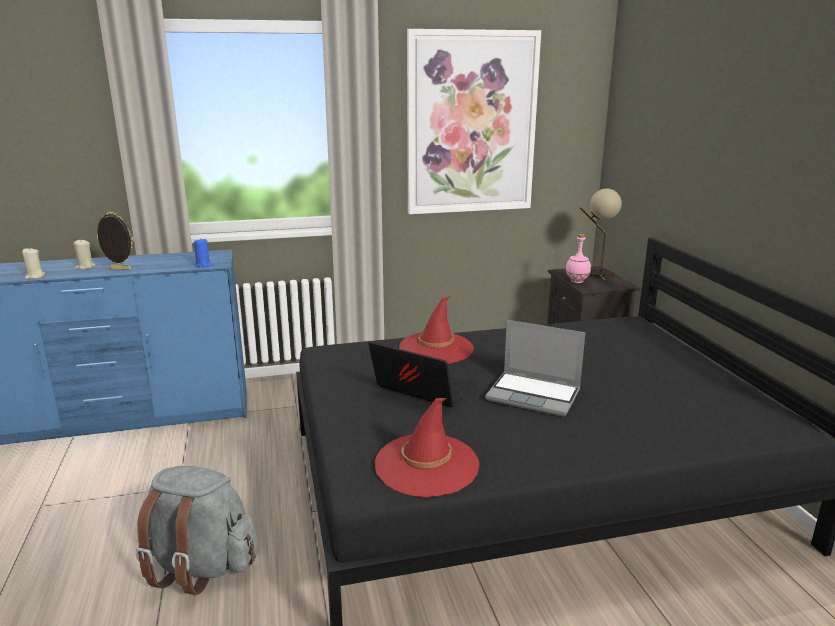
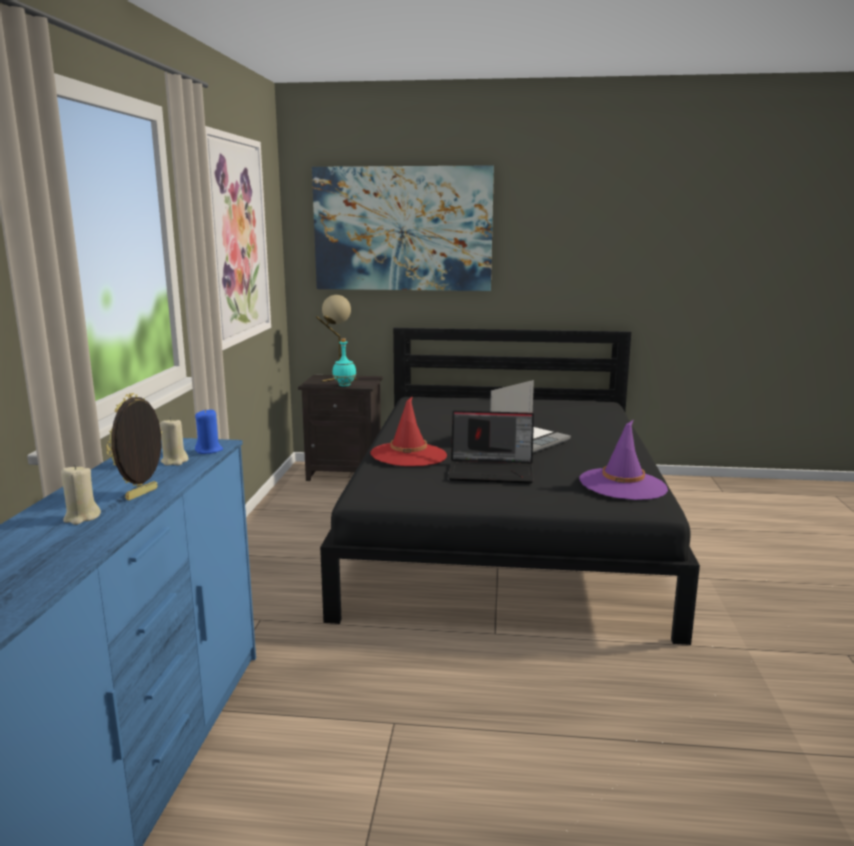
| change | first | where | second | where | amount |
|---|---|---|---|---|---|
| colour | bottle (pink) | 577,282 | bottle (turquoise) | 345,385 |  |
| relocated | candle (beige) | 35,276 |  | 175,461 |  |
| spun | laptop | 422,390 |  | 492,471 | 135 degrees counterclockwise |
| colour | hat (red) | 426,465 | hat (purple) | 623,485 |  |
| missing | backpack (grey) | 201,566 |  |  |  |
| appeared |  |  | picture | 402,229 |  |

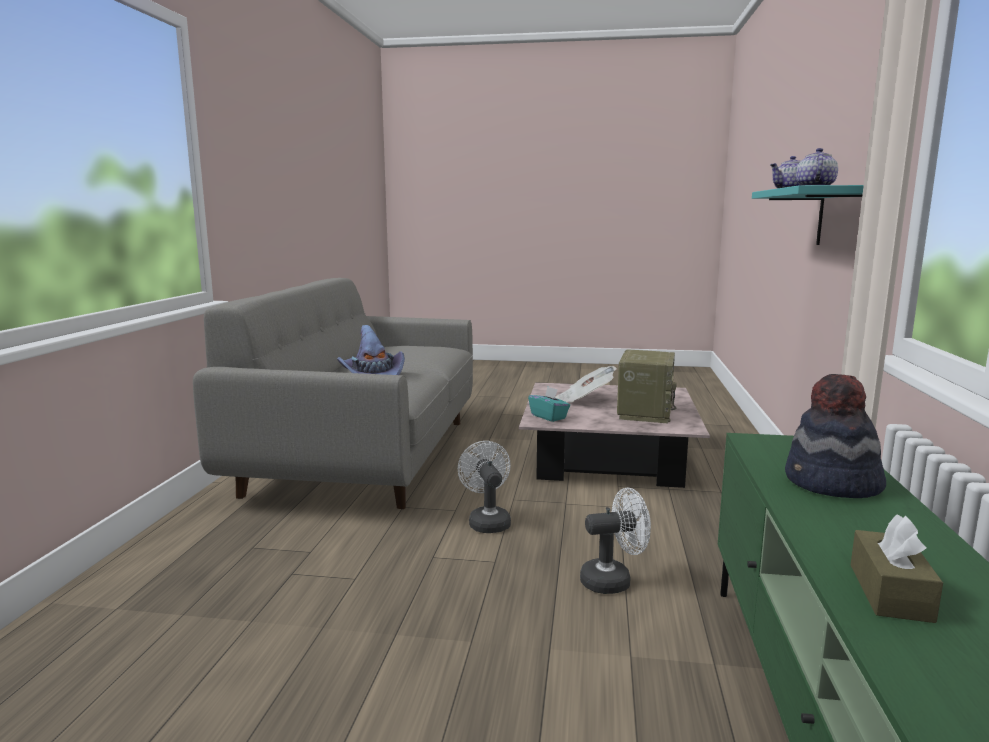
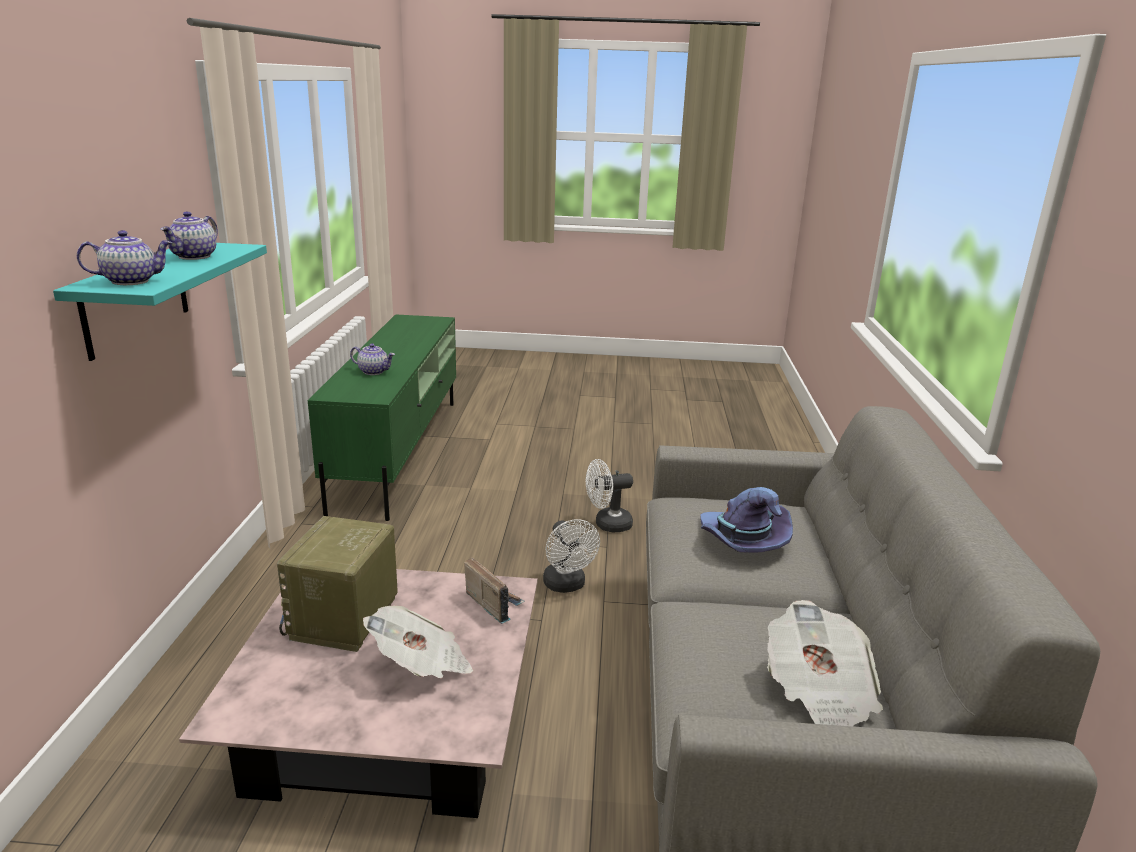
| change | first | where | second | where | amount |
|---|---|---|---|---|---|
| exchanged | hat | 831,485 | teapot | 374,371 |  |
| exchanged | tissue box (turquoise) | 549,417 | radio | 494,603 |  |
| relocated | fan (white) | 613,580 |  | 607,525 |  |
| missing | tissue box (brown) | 890,592 |  |  |  |
| appeared |  |  | newspaper | 819,693 |  |

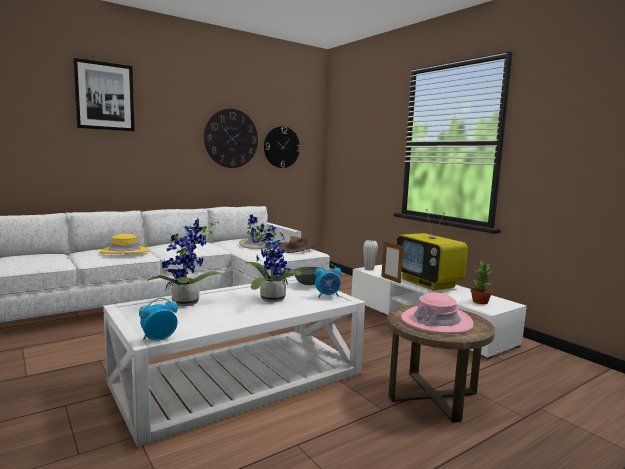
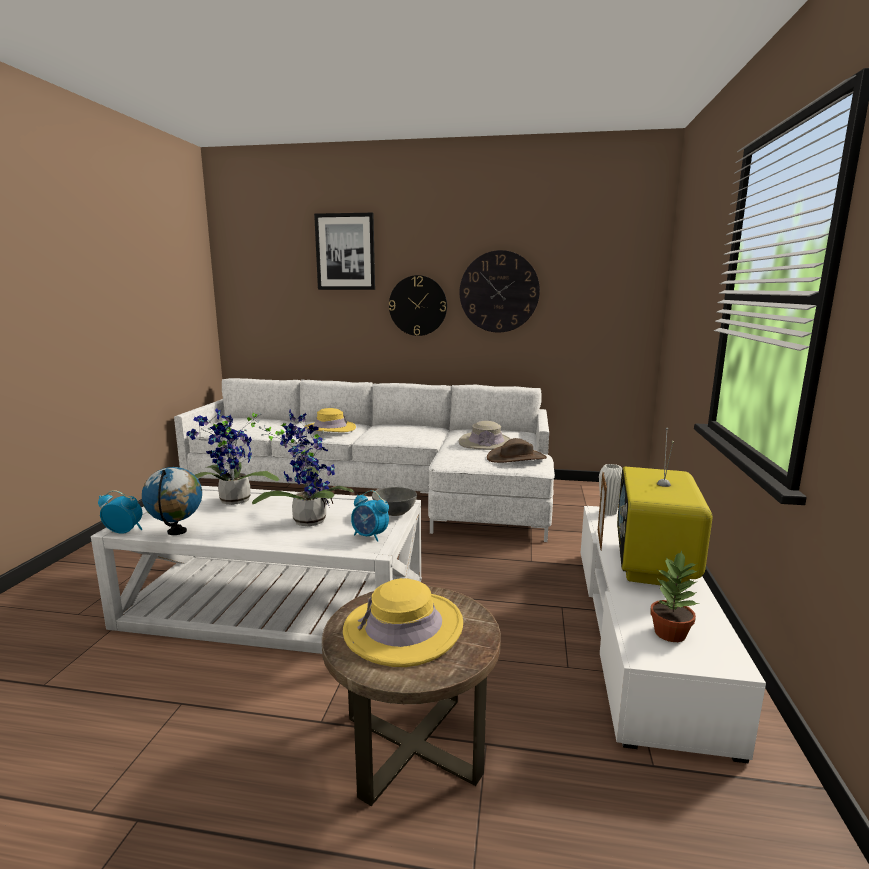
| change | first | where | second | where | amount |
|---|---|---|---|---|---|
| relocated | wall clock | 281,147 |  | 418,305 |  |
| colour | hat (pink) | 436,321 | hat (yellow) | 403,629 |  |
| appeared |  |  | globe | 177,532 |  |

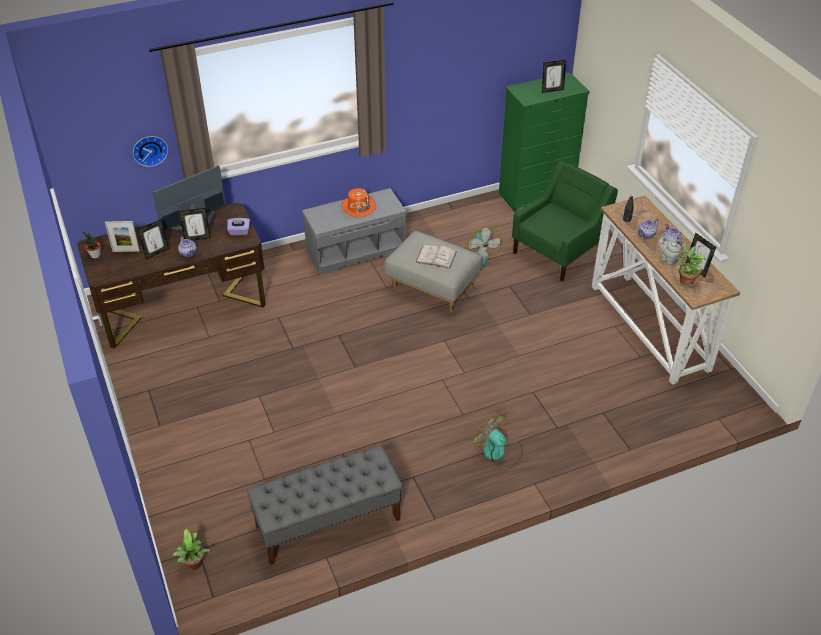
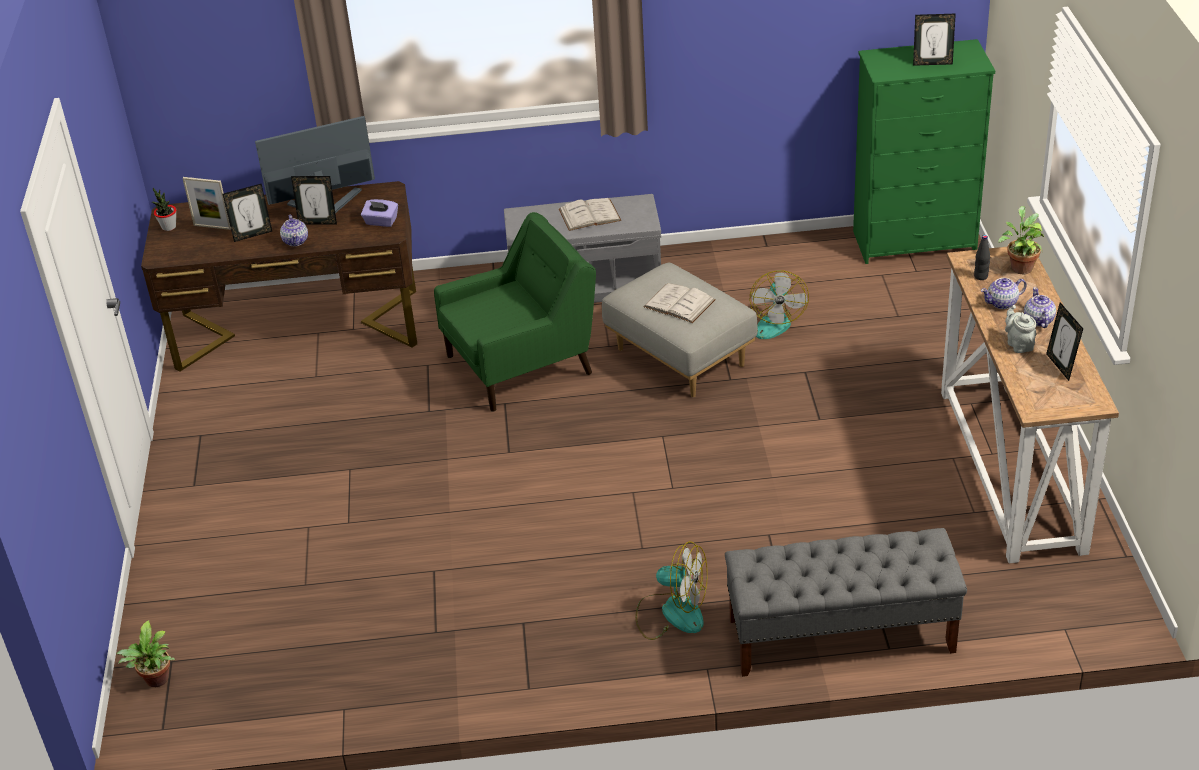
| change | first | where | second | where | amount |
|---|---|---|---|---|---|
| missing | wall clock | 149,149 |  |  |  |
| relocated | armchair (green) | 559,251 |  | 522,364 |  |
| exchanged | hat (orange) | 358,207 | book (white) | 589,215 |  |
| relocated | potted plant | 685,280 |  | 1020,267 |  |
| spun | fan | 498,452 |  | 672,613 | 135 degrees clockwise |
| relocated | bench (grey) | 327,523 |  | 840,636 |  |

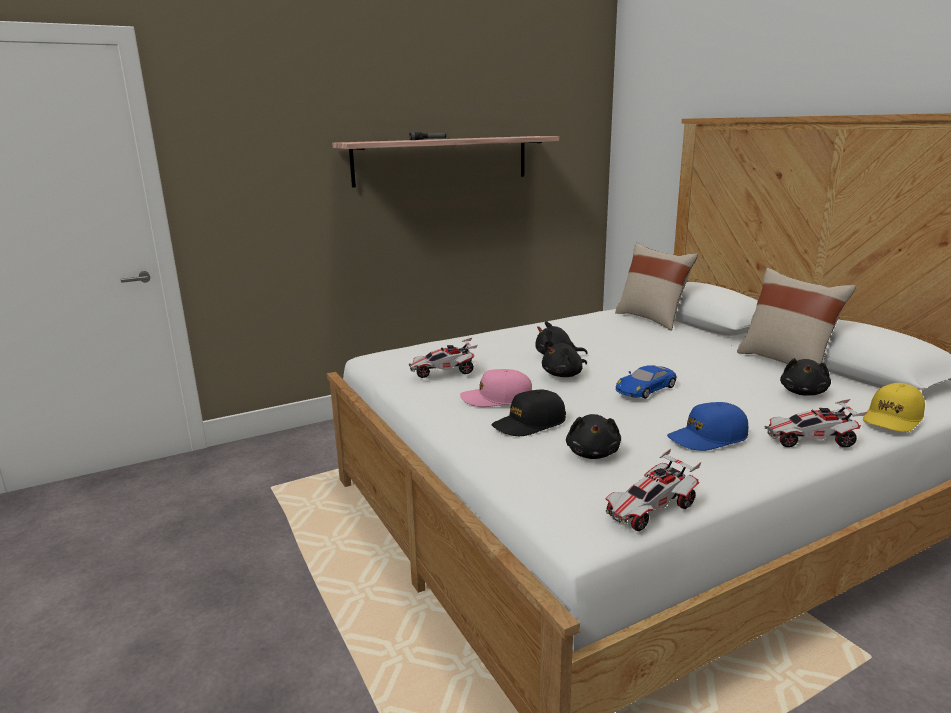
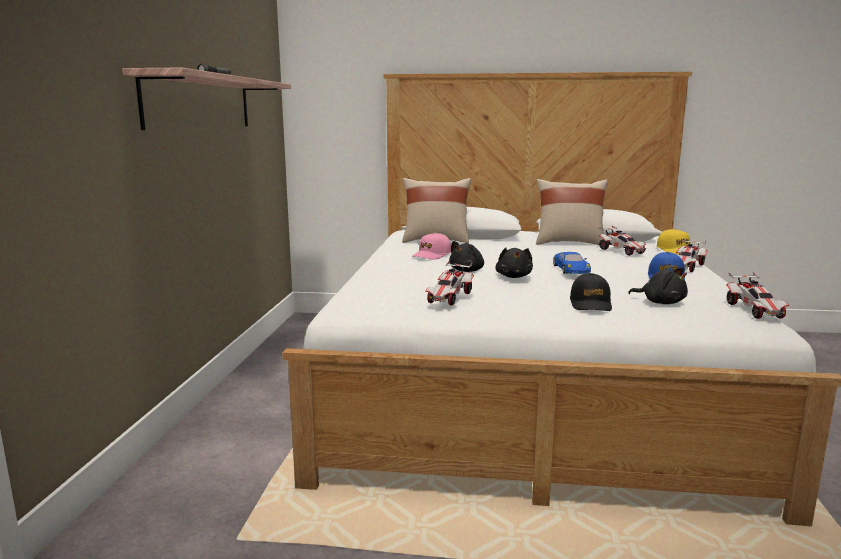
| change | first | where | second | where | amount |
|---|---|---|---|---|---|
| exchanged | plush toy (black) | 803,392 | toy car | 621,251 |  |
| relocated | cap (pink) | 497,399 |  | 432,255 |  |

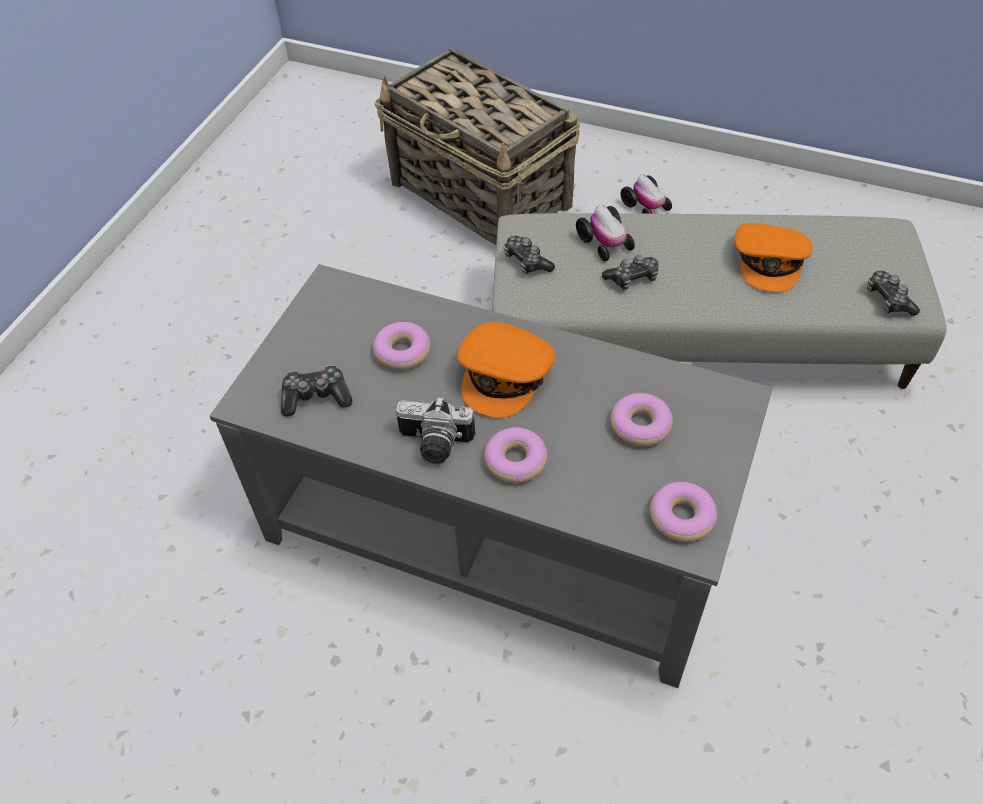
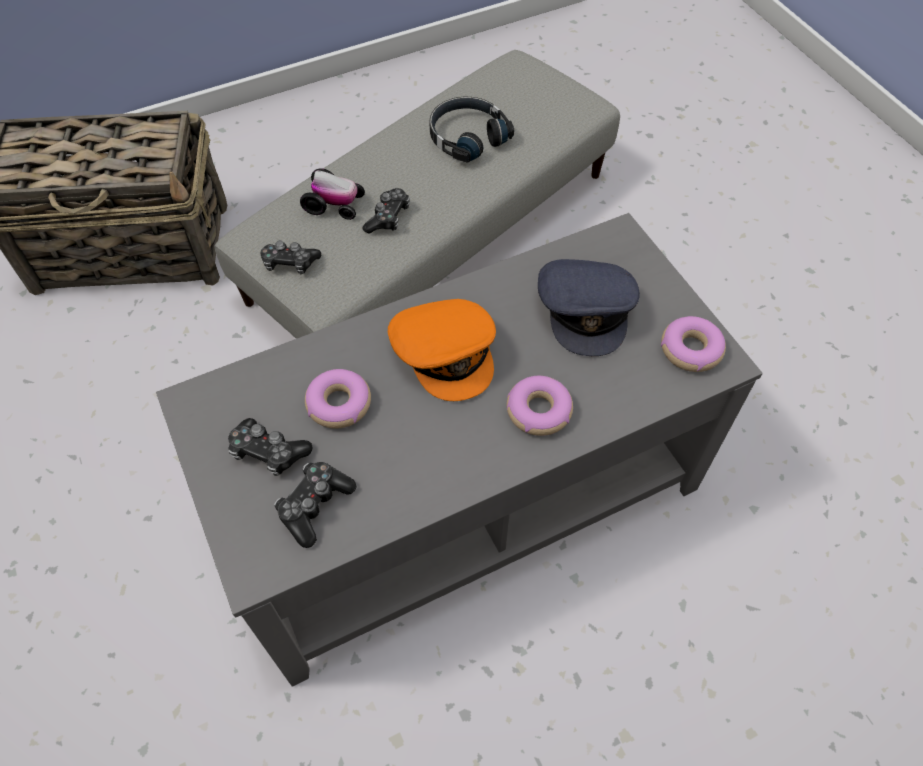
| change | first | where | second | where | amount |
|---|---|---|---|---|---|
| missing | toy car | 645,206 |  |  |  |
| exchanged | cap (orange) | 769,261 | headphones (black) | 467,137 |  |
| relocated | game controller | 888,300 |  | 268,452 |  |
| exchanged | donut | 640,425 | cap (grey) | 586,309 |  |
| missing | photo camera | 434,446 |  |  |  |

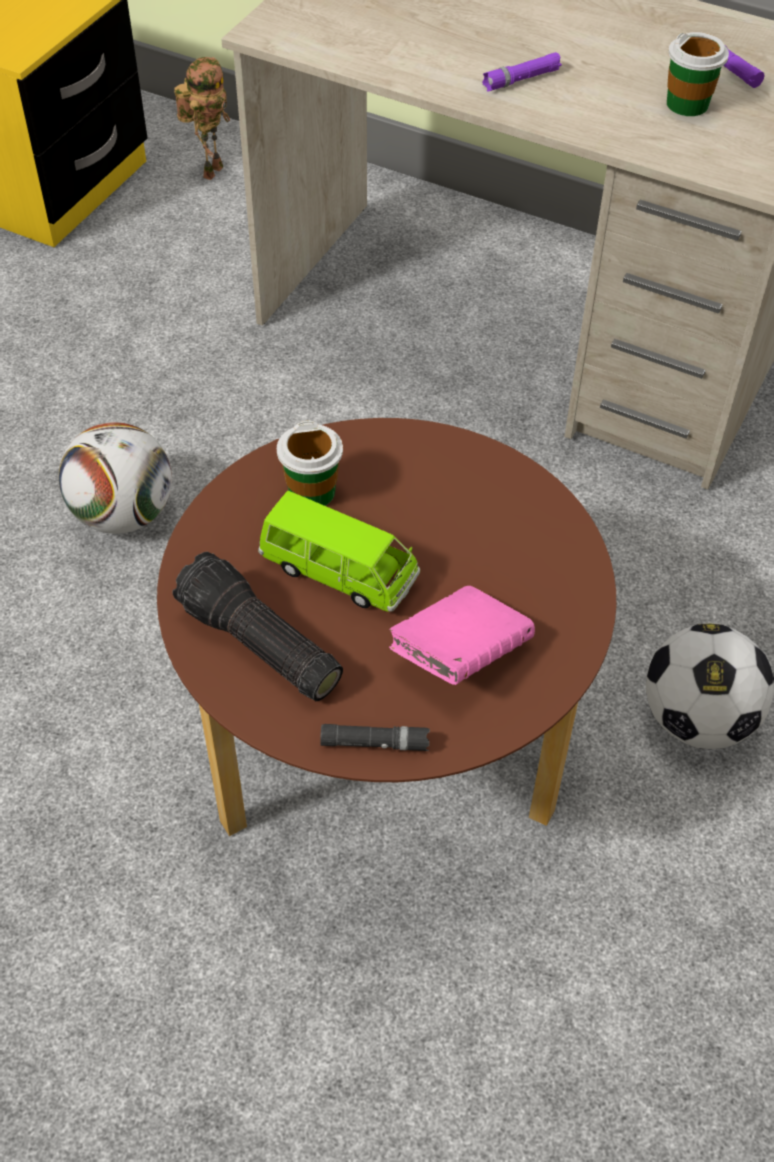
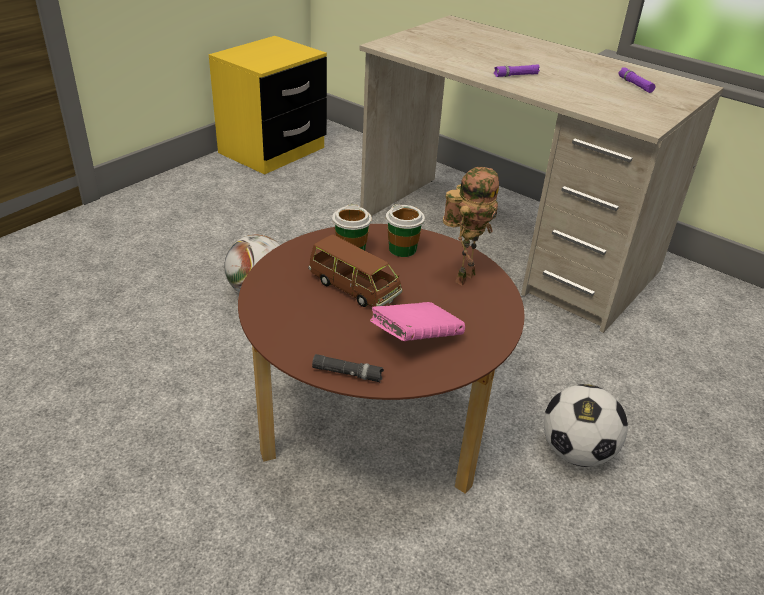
| change | first | where | second | where | amount |
|---|---|---|---|---|---|
| relocated | cup | 687,104 |  | 402,249 |  |
| relocated | toy robot | 211,170 |  | 463,276 |  |
| colour | toy car (green) | 339,572 | toy car (brown) | 354,288 |  |
| missing | flashlight | 257,646 |  |  |  |

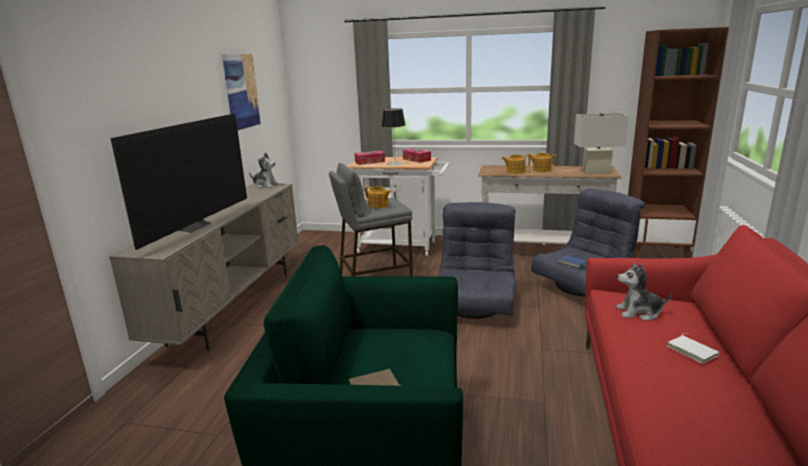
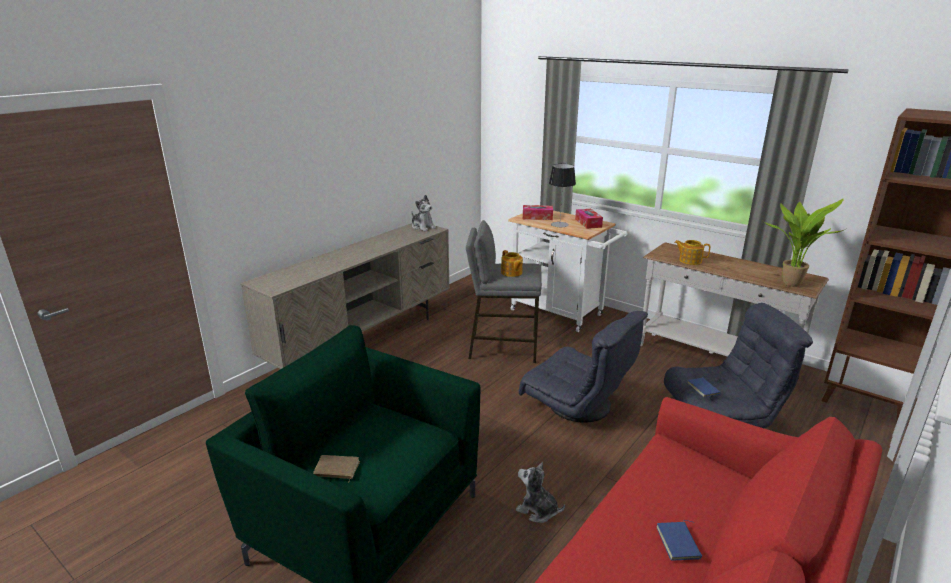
| change | first | where | second | where | amount |
|---|---|---|---|---|---|
| missing | picture | 241,91 |  |  |  |
| missing | television | 193,226 |  |  |  |
| exchanged | table lamp (white) | 596,172 | potted plant | 790,283 |  |
| missing | teapot | 541,170 |  |  |  |
| spun | armchair (grey) | 475,306 |  | 578,406 | 90 degrees clockwise |
| relocated | plush toy | 639,313 |  | 537,510 |  |
| colour | book (white) | 693,351 | book (blue) | 679,543 |  |

